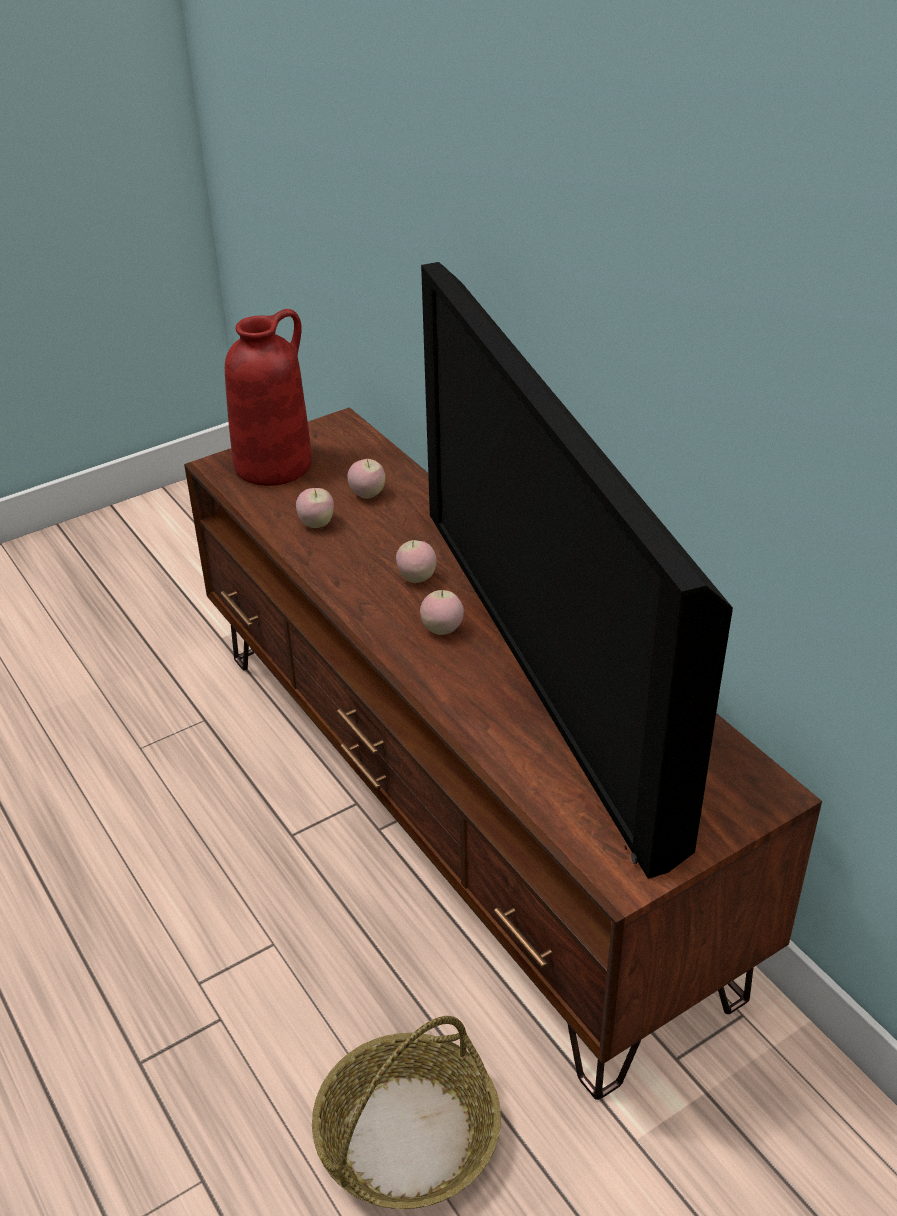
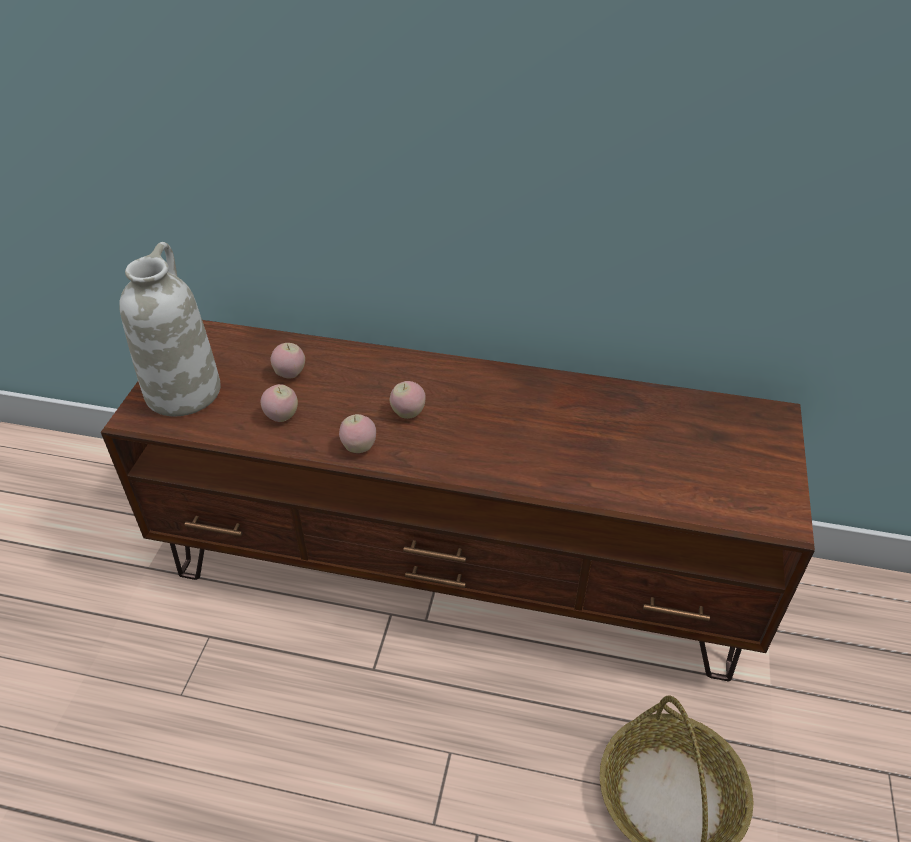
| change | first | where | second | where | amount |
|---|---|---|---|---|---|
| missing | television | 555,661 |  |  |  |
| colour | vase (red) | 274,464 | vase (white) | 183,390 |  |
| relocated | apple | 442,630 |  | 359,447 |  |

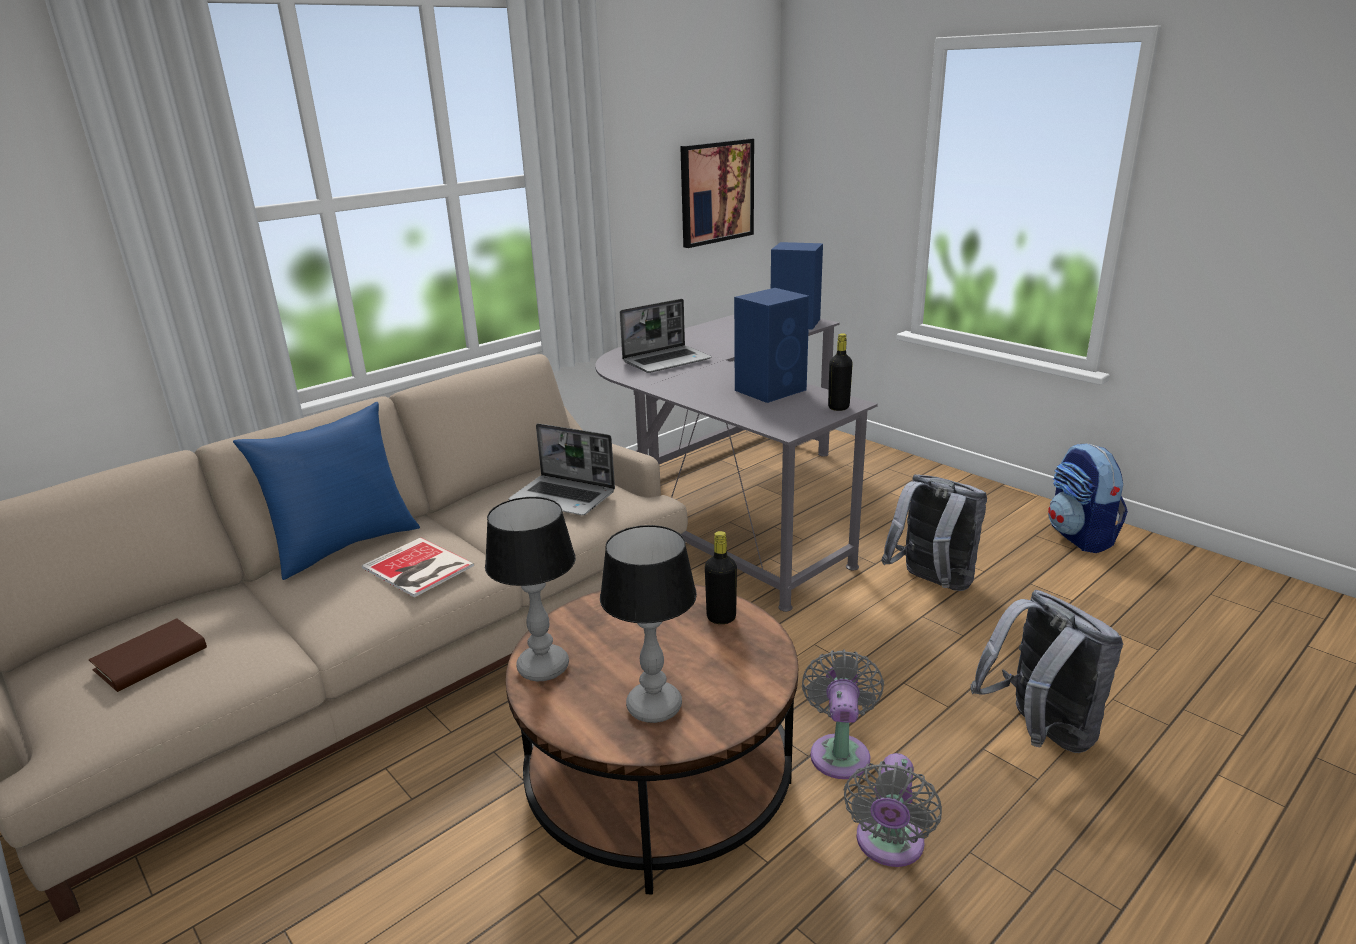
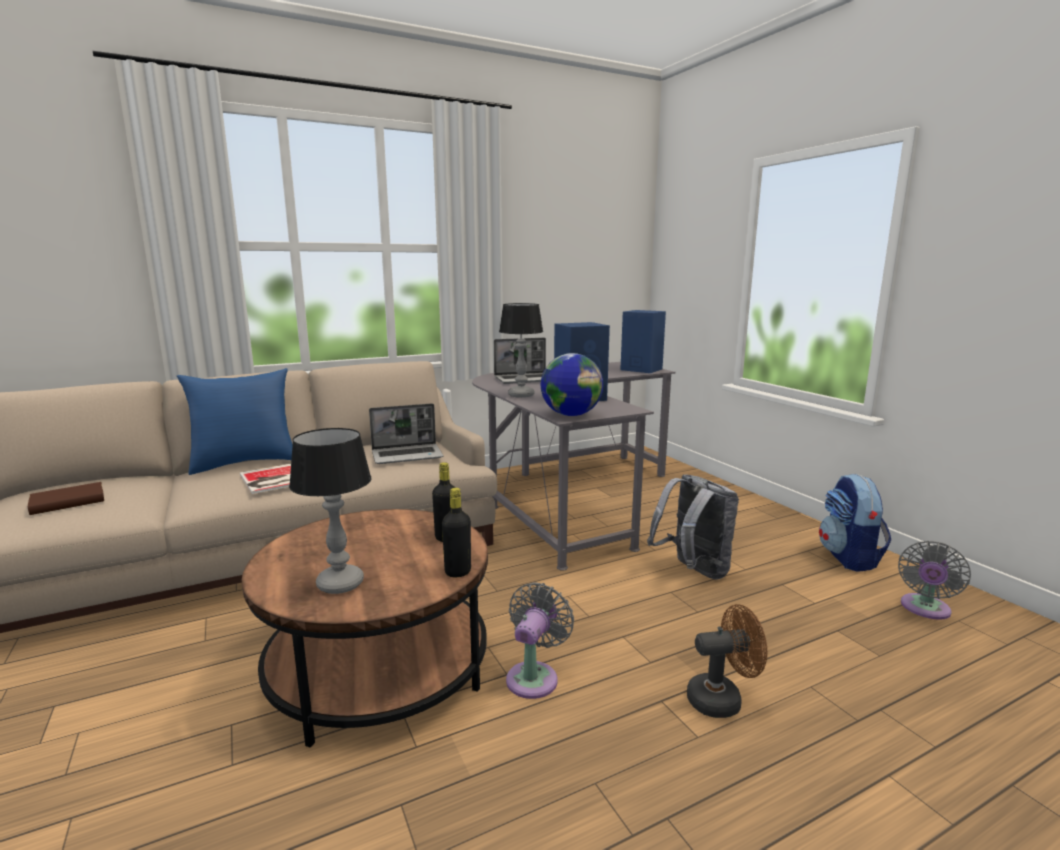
| change | first | where | second | where | amount |
|---|---|---|---|---|---|
| missing | picture | 716,192 |  |  |  |
| relocated | bottle (black) | 838,407 |  | 458,572 |  |
| spun | laptop | 564,497 |  | 408,455 | 60 degrees counterclockwise |
| relocated | table lamp | 544,667 |  | 521,395 |  |
| exchanged | backpack (grey) | 1039,732 | fan (brown) | 722,699 |  |
| relocated | fan (grey) | 888,845 |  | 924,609 |  |
| appeared |  |  | globe | 571,415 |  |

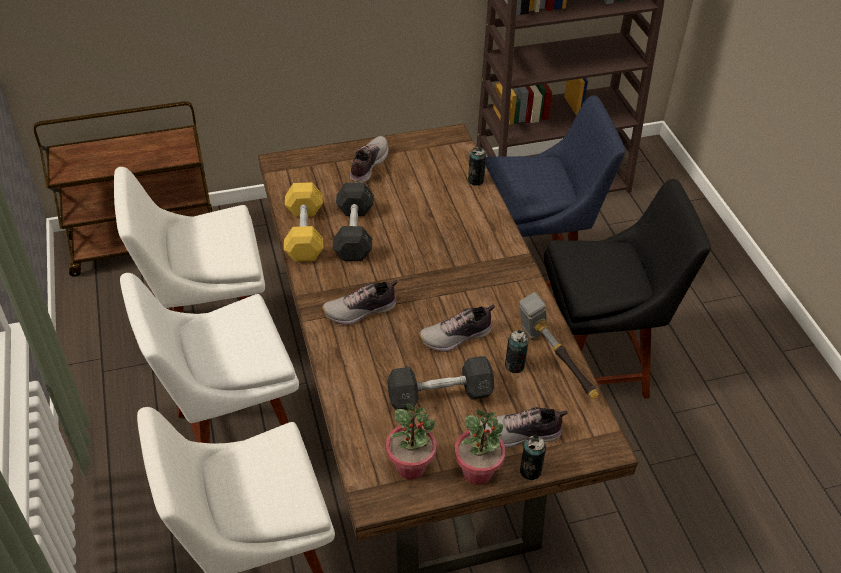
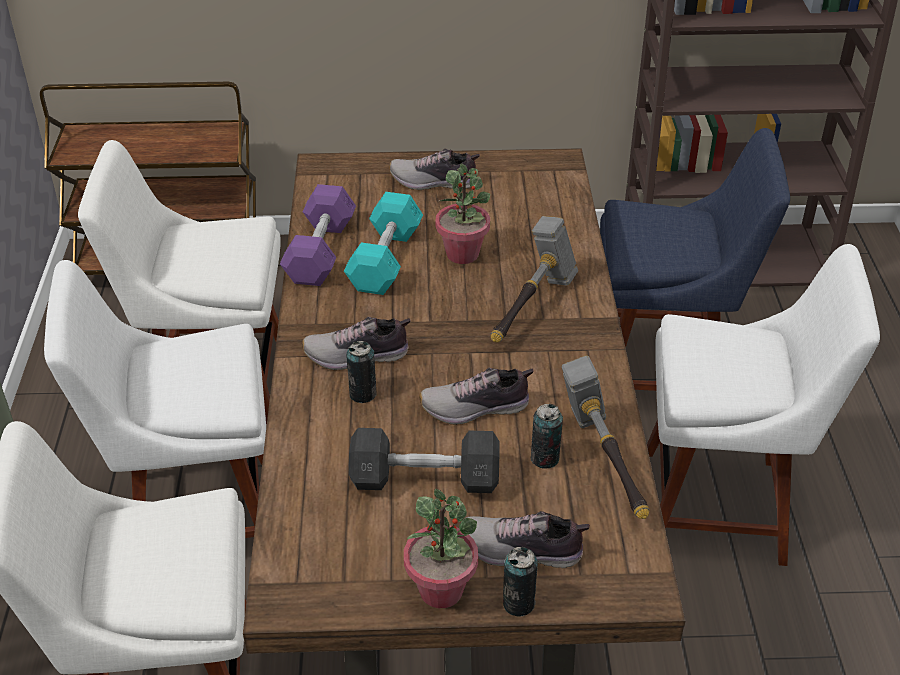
| change | first | where | second | where | amount |
|---|---|---|---|---|---|
| spun | shoe | 367,165 |  | 434,182 | 120 degrees counterclockwise |
| relocated | can | 476,180 |  | 363,394 |  |
| colour | chair (black) | 597,363 | chair (white) | 722,506 |  |
| colour | dumbbell (yellow) | 304,233 | dumbbell (purple) | 320,252 |  |
| colour | dumbbell (grey) | 354,233 | dumbbell (turquoise) | 385,260 |  |
| relocated | potted plant | 411,466 |  | 463,254 |  |
| appeared |  |  | hammer | 531,308 |  |

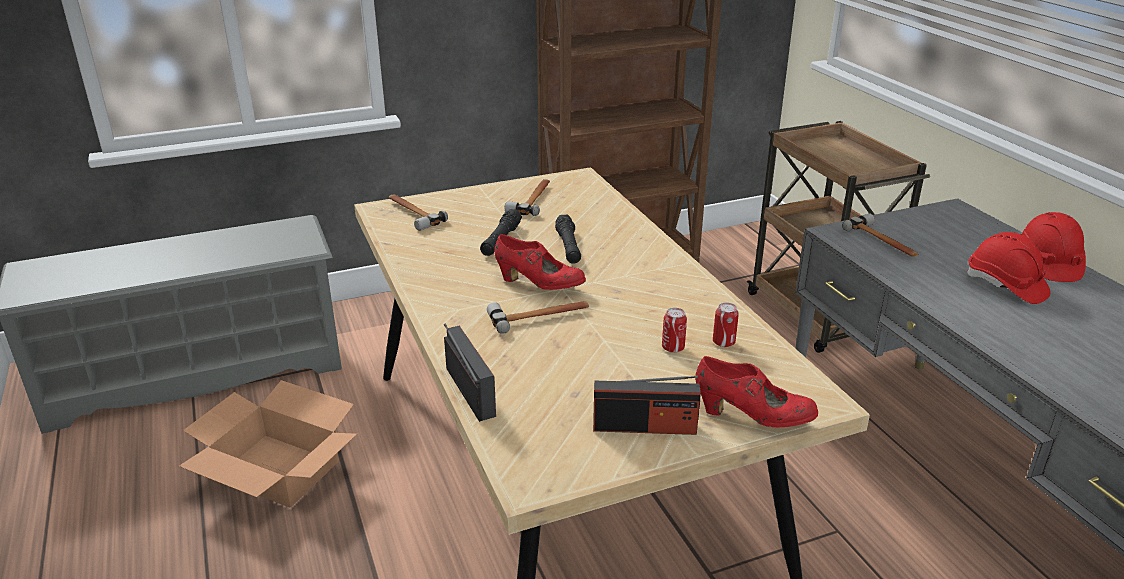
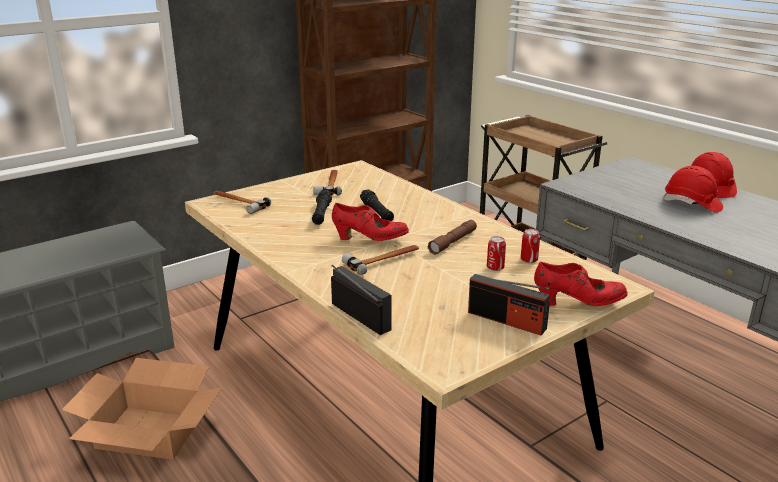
| change | first | where | second | where | amount |
|---|---|---|---|---|---|
| missing | hammer | 883,242 |  |  |  |
| spun | radio | 645,427 |  | 507,320 | 45 degrees clockwise |
| appeared |  |  | flashlight (brown) | 453,242 |  |

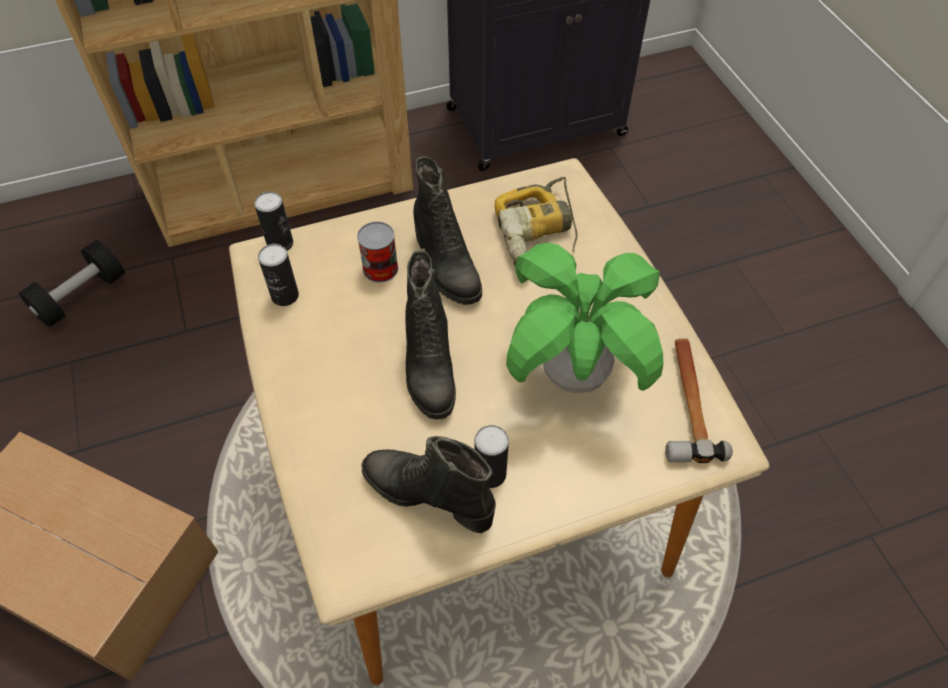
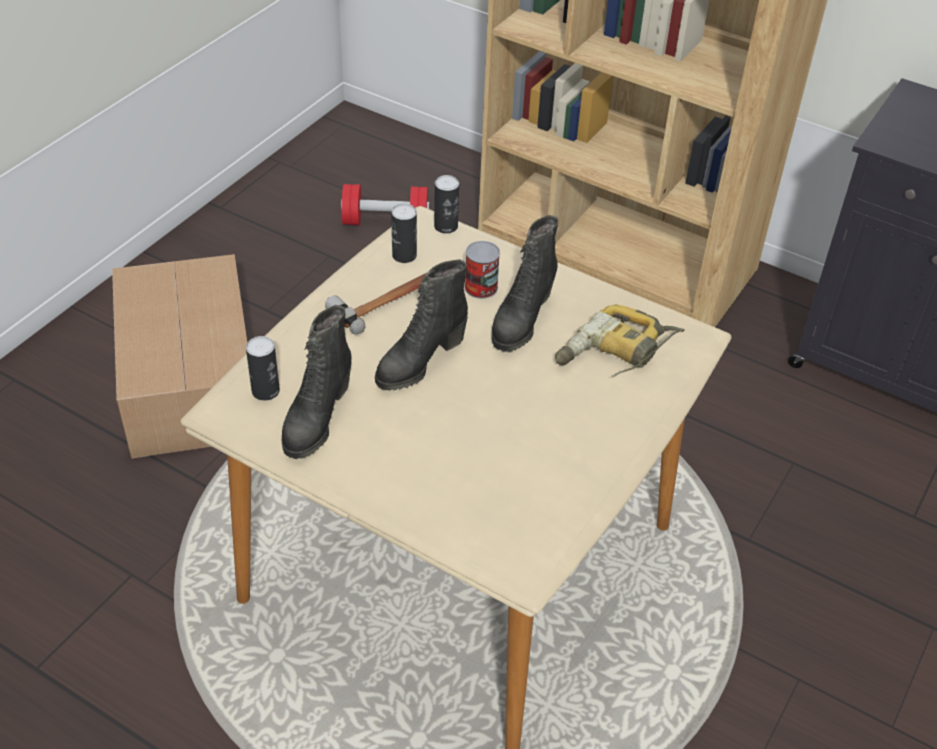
| change | first | where | second | where | amount |
|---|---|---|---|---|---|
| colour | dumbbell (black) | 81,296 | dumbbell (red) | 385,222 |  |
| missing | potted plant | 575,375 |  |  |  |
| relocated | hammer | 687,402 |  | 388,301 |  |
| relocated | can | 490,474 |  | 265,391 |  |
| spun | boot (black) | 429,495 |  | 316,419 | 150 degrees counterclockwise |

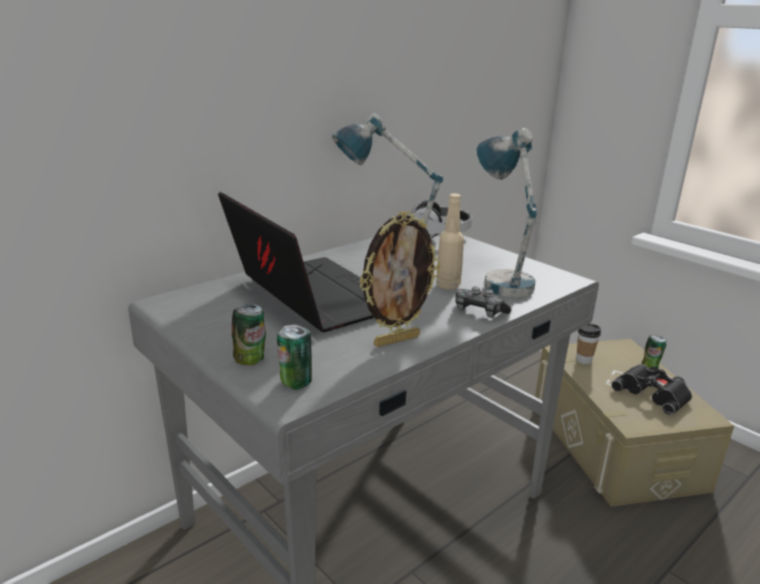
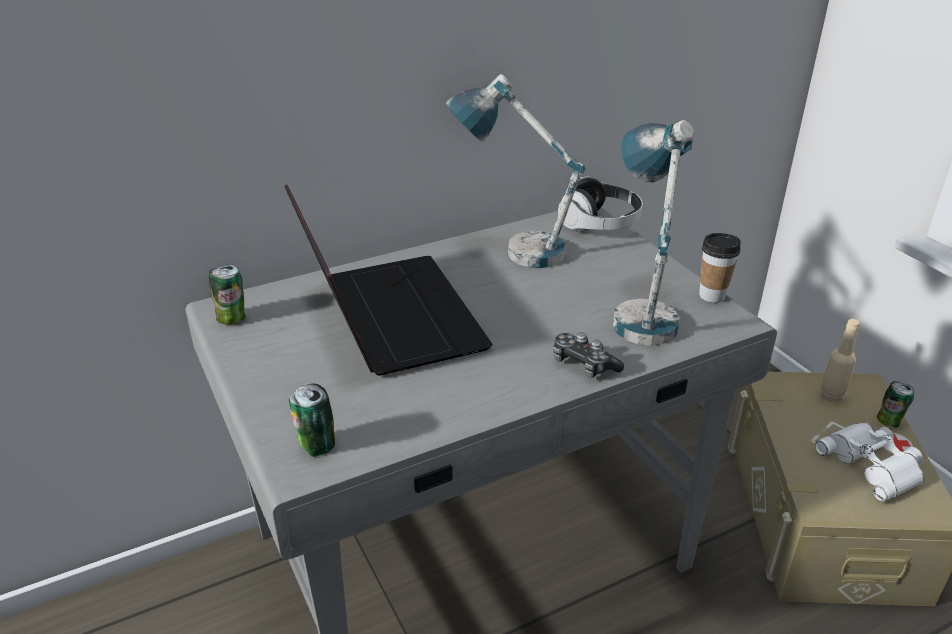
| change | first | where | second | where | amount |
|---|---|---|---|---|---|
| relocated | bottle (beige) | 447,285 |  | 831,396 |  |
| missing | picture frame | 396,340 |  |  |  |
| relocated | can | 251,360 |  | 232,318 |  |
| relocated | cup | 583,360 |  | 712,295 |  |
| colour | binoculars (black) | 653,393 | binoculars (white) | 873,464 |  |

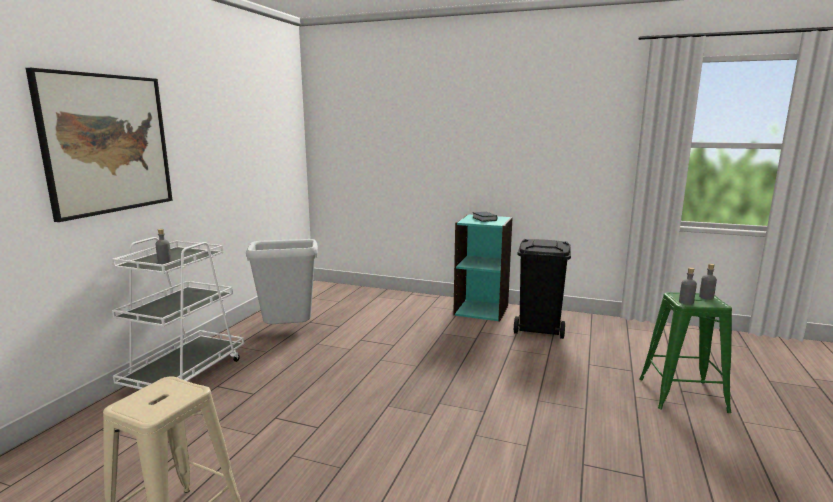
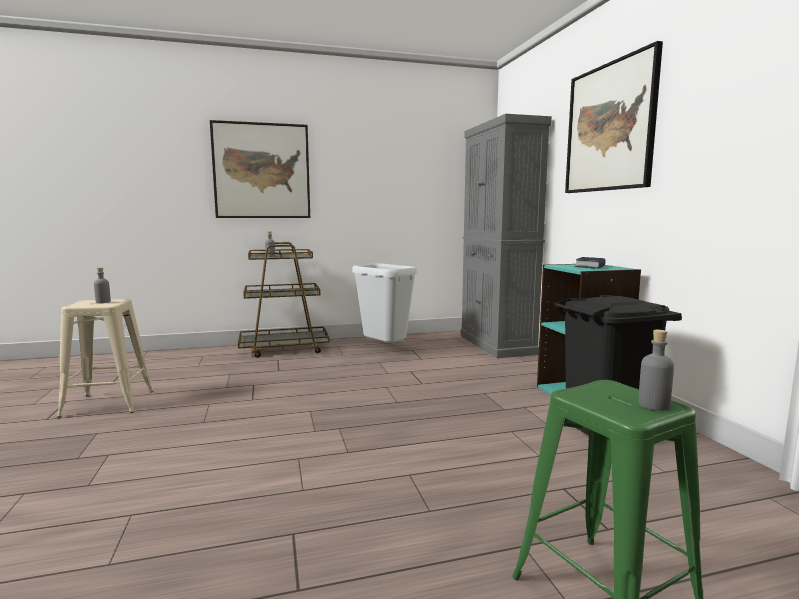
| change | first | where | second | where | amount |
|---|---|---|---|---|---|
| colour | cart (white) | 186,373 | cart (brown) | 284,349 |  |
| relocated | bottle (grey) | 686,302 |  | 103,302 |  |
| appeared |  |  | picture | 609,127 |  |
| appeared |  |  | cabinet (grey) | 497,344 |  |

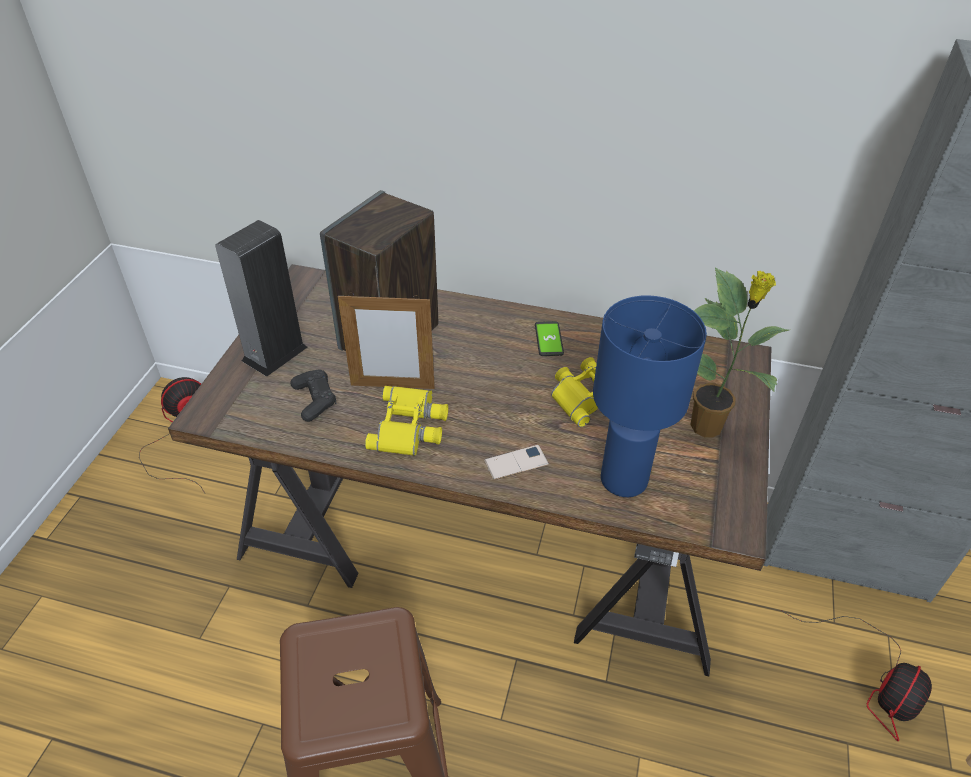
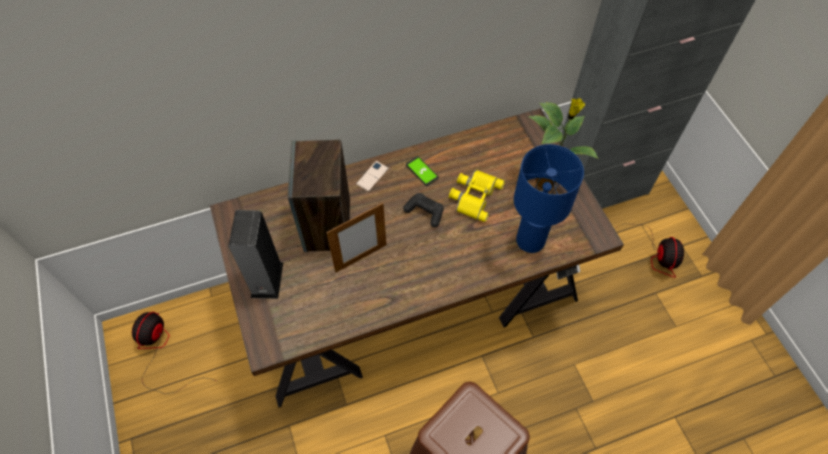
| change | first | where | second | where | amount |
|---|---|---|---|---|---|
| relocated | game controller (black) | 315,400 |  | 425,212 |  |
| missing | binoculars (yellow) | 410,426 |  |  |  |
| relocated | phone | 516,463 |  | 372,176 |  |

